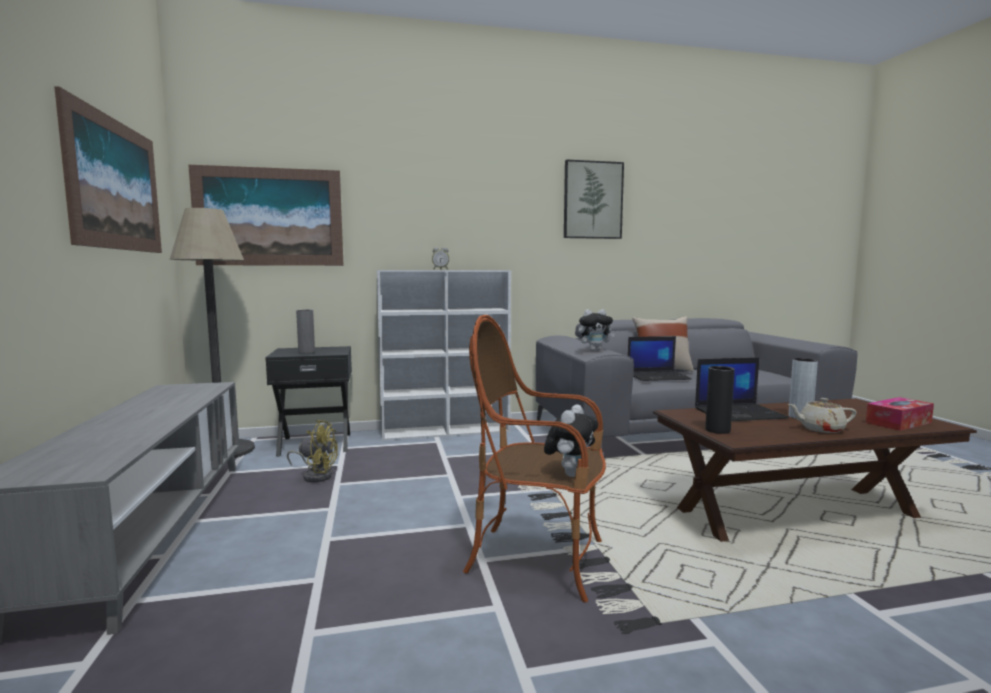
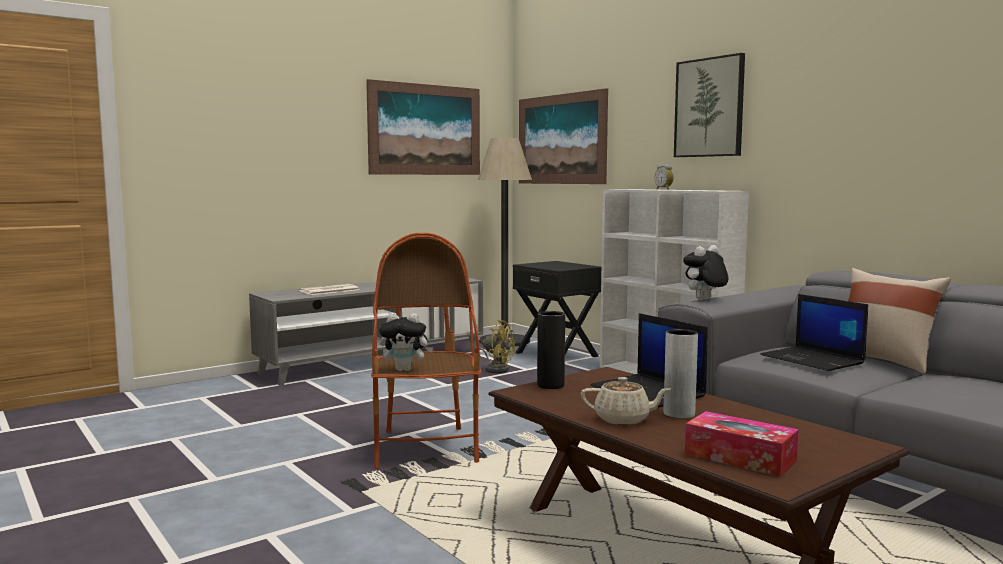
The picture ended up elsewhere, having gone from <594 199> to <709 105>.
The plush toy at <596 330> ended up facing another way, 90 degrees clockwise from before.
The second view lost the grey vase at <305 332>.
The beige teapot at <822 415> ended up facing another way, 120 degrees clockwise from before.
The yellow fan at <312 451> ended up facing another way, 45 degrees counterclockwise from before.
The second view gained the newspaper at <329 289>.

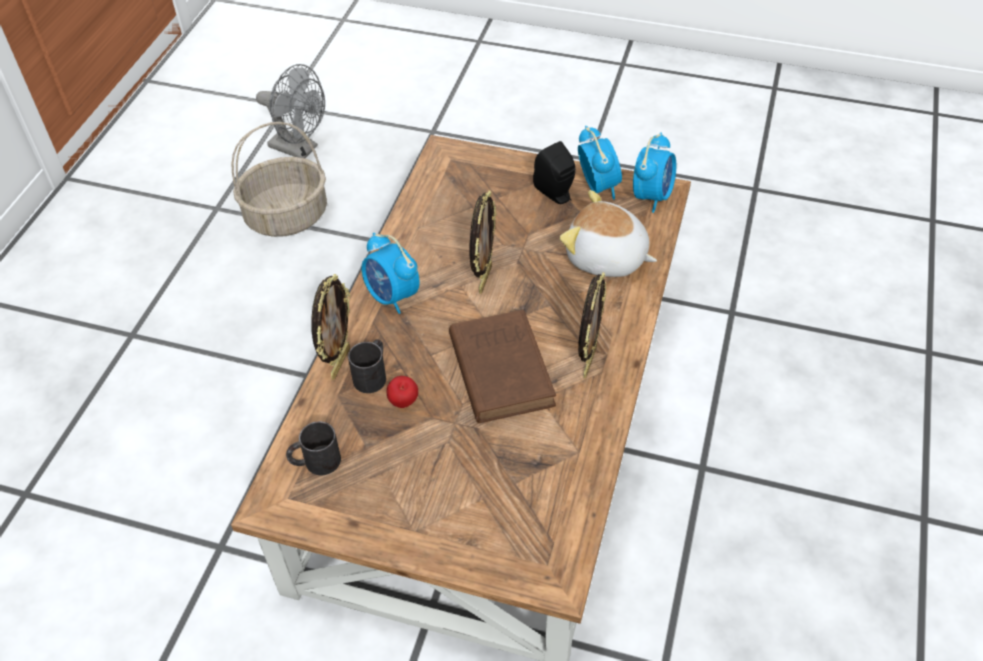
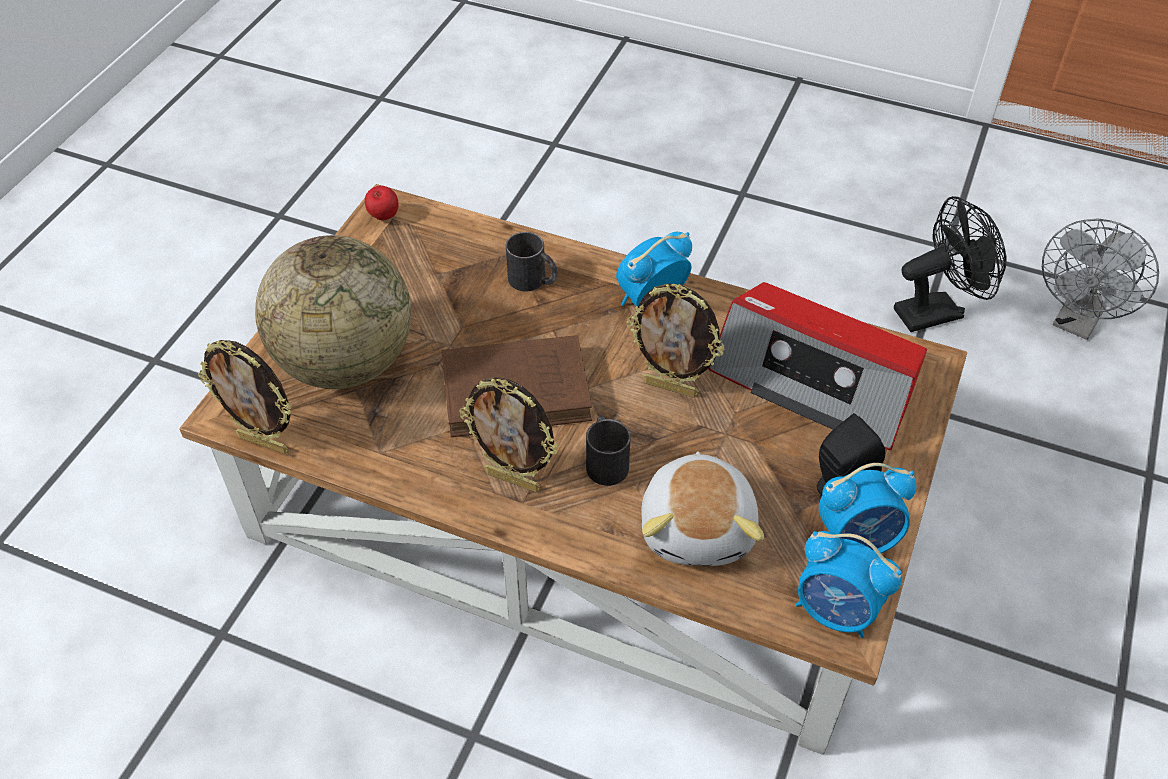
Where the basket stood at <279 179>, the black fan came to stand at <950 264>.
The plush toy at <608 233> ended up facing another way, 150 degrees clockwise from before.
The picture frame ended up elsewhere, having gone from <330 327> to <245 397>.
The apple ended up elsewhere, having gone from <402 392> to <382 203>.
The black mug ended up elsewhere, having gone from <313 448> to <608 450>.
The second view gained the globe at <333 312>.
The second view gained the radio at <817 366>.

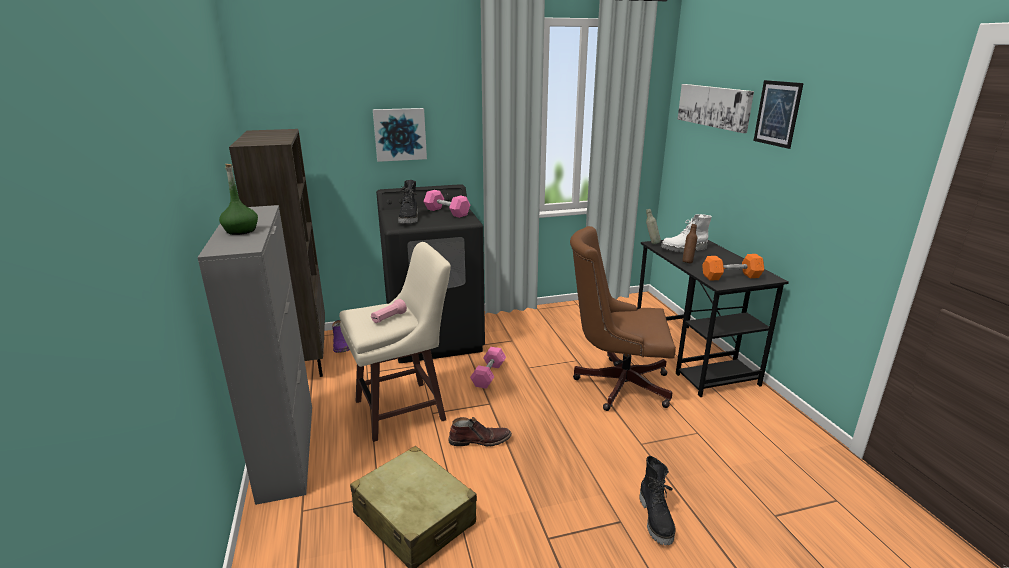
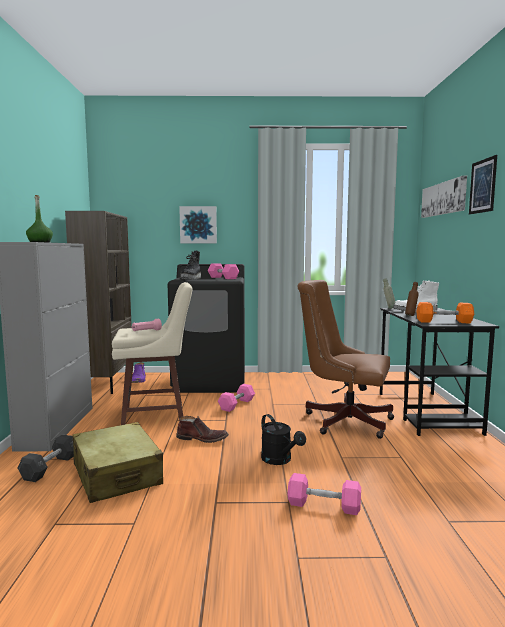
Where the black boot stood at <657 500>, the pink dumbbell came to stand at <324 494>.
The second view gained the black watering can at <283 439>.
The second view gained the grey dumbbell at <46 458>.

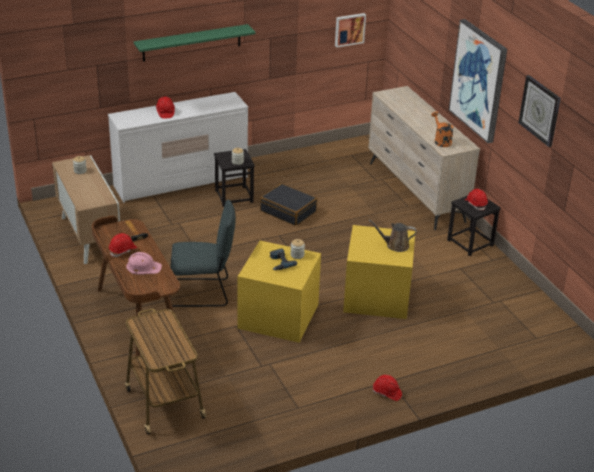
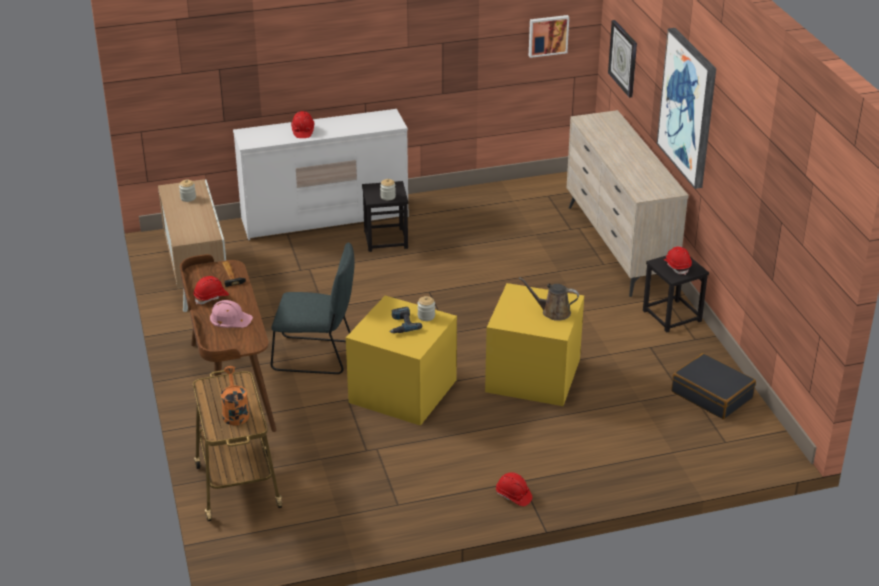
The second view lost the green shelf at <195 43>.
The wall clock ended up elsewhere, having gone from <539 111> to <622 59>.
The orange watering can ended up elsewhere, having gone from <442 129> to <235 396>.
The black suitcase ended up elsewhere, having gone from <288 205> to <713 386>.

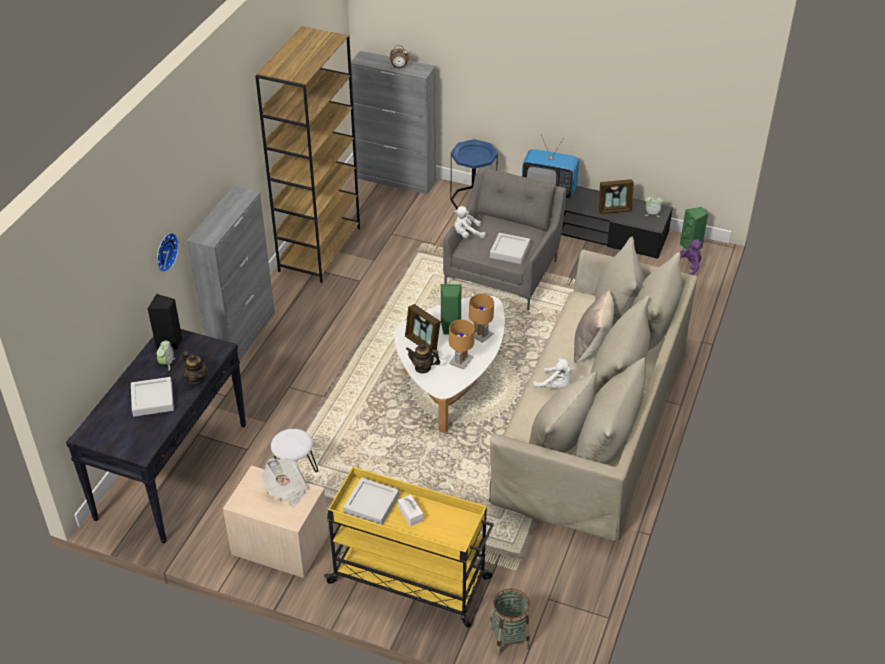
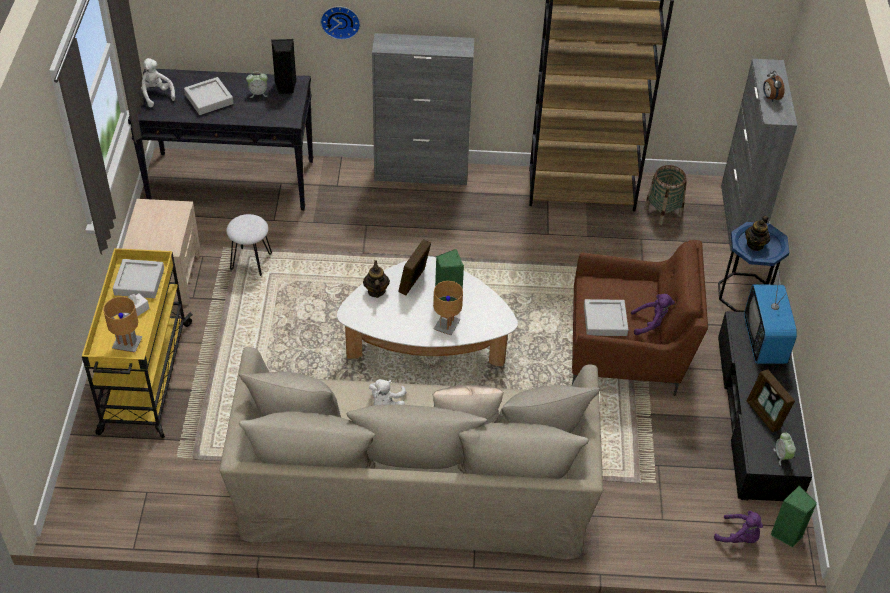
What was the grey armchair at <504 239> turned into the brown armchair at <640 318>.
The white plush toy ended up elsewhere, having gone from <470 222> to <158 82>.
The brown table lamp ended up elsewhere, having gone from <462 345> to <122 325>.
The teapot ended up elsewhere, having gone from <195 368> to <757 233>.
The second view lost the newspaper at <285 482>.
The basket ended up elsewhere, having gone from <509 621> to <665 195>.
The second view gained the purple plush toy at <653 314>.

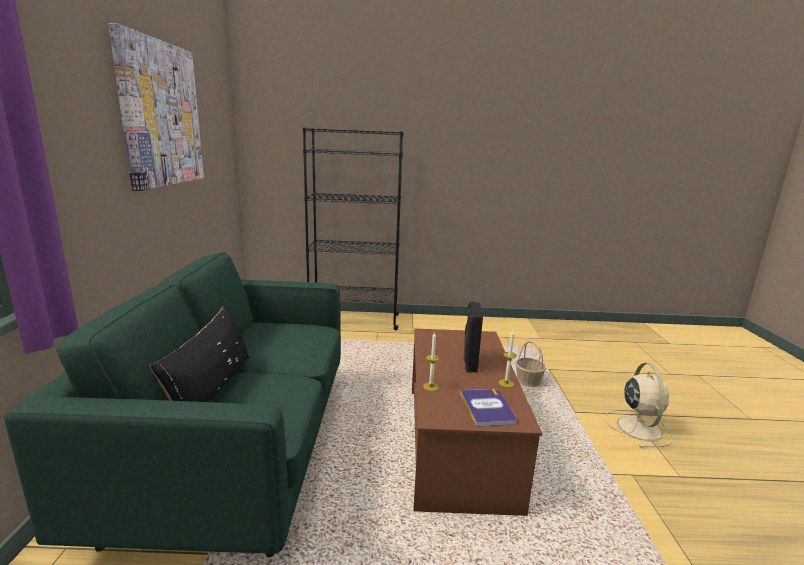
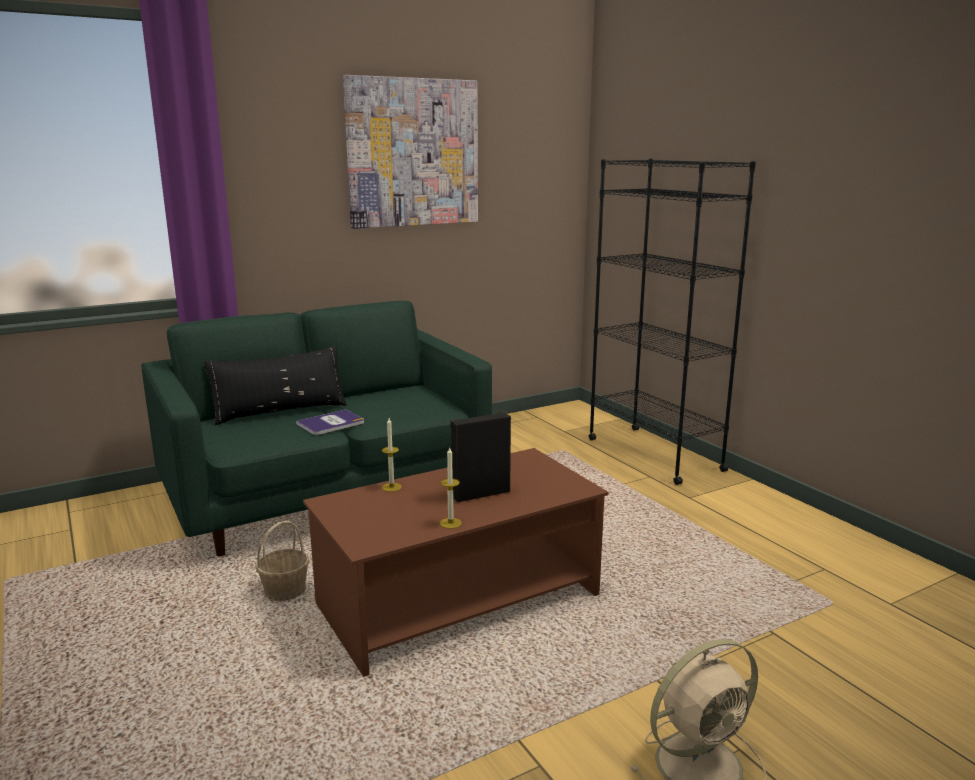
The basket ended up elsewhere, having gone from <531 364> to <282 561>.
The book ended up elsewhere, having gone from <488 408> to <330 422>.

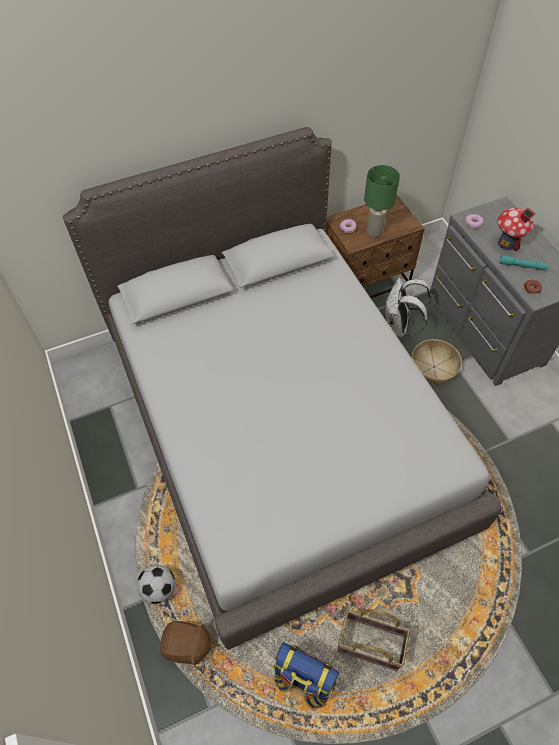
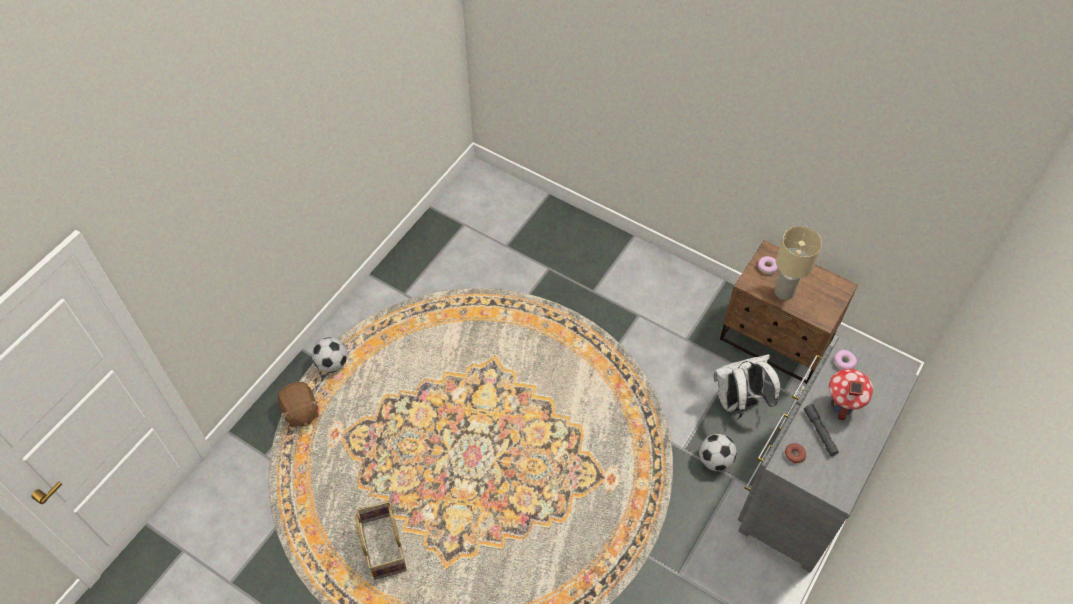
The second view lost the grey bed at <282 388>.
What was the green table lamp at <382 201> turned into the beige table lamp at <798 263>.
What was the turquoise flashlight at <523 263> turned into the grey flashlight at <821 430>.
Where the basket stood at <437 362>, the football came to stand at <717 452>.
The second view lost the backpack at <306 675>.

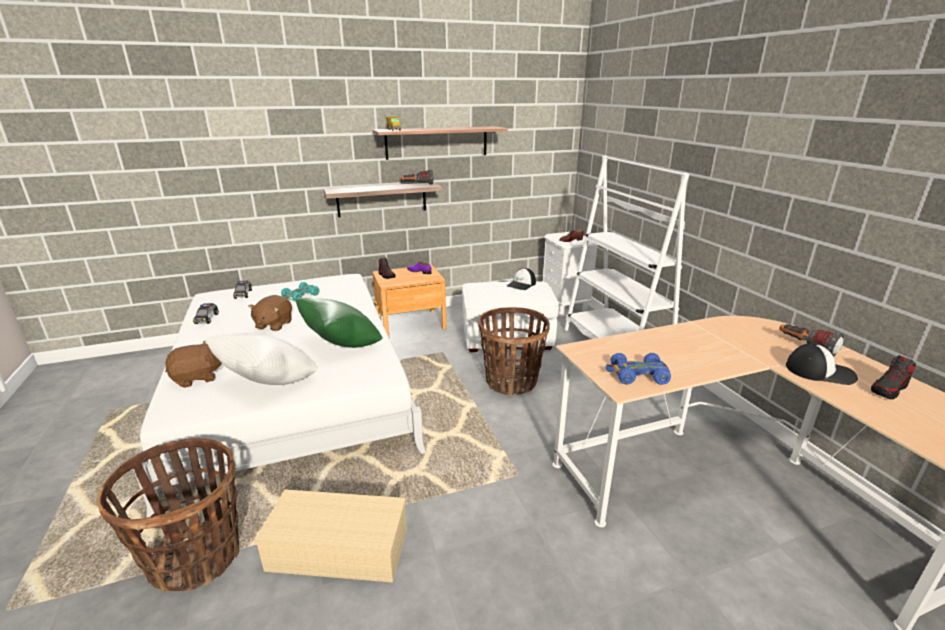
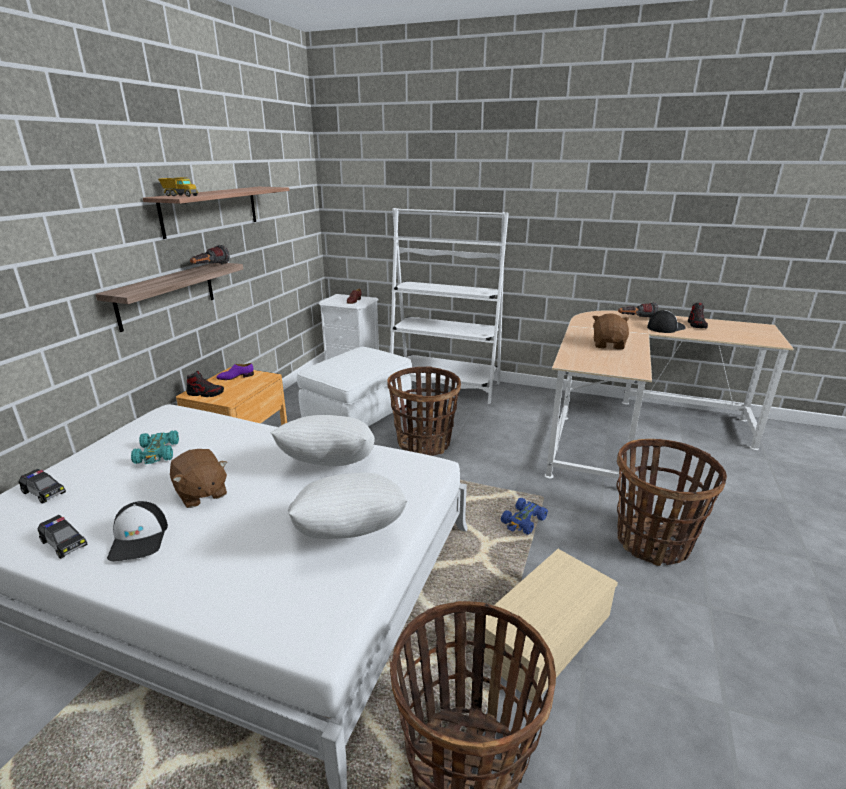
The cap ended up elsewhere, having gone from <521 279> to <137 531>.
What was the green pillow at <339 323> turned into the white pillow at <322 440>.
The brown plush toy ended up elsewhere, having gone from <193 364> to <611 331>.
The blue toy car ended up elsewhere, having gone from <638 369> to <524 516>.
The second view gained the basket at <671 502>.

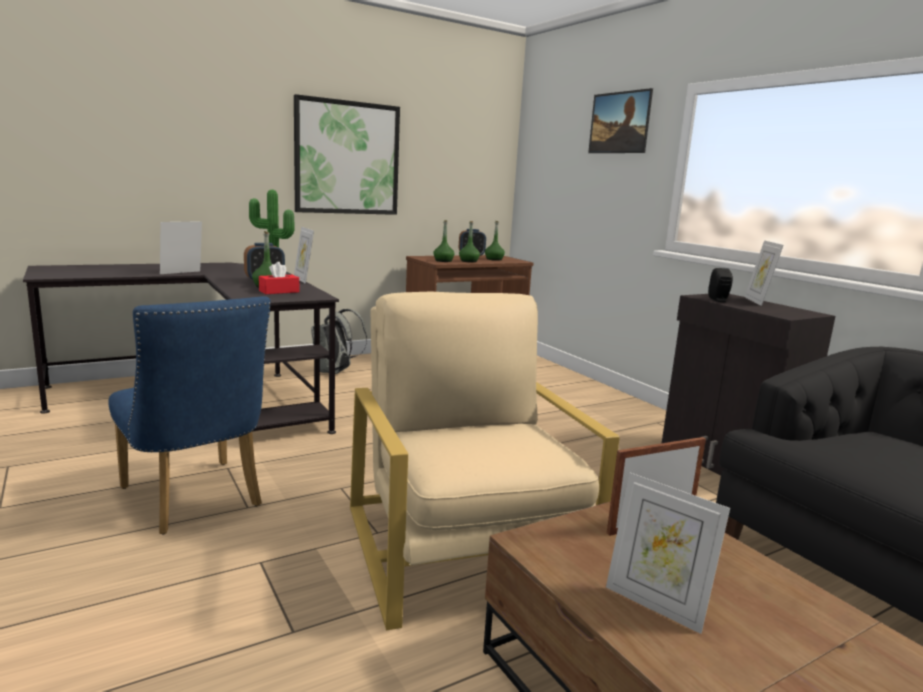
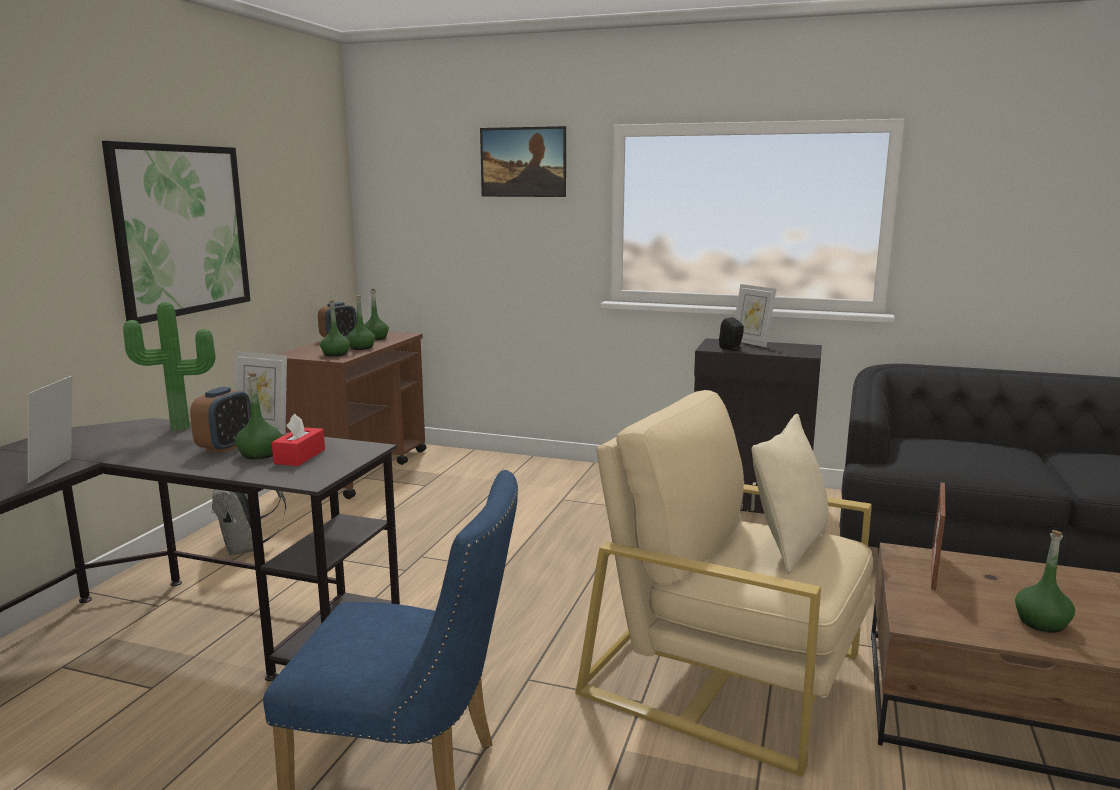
Where the picture frame stood at <668 553>, the green bottle came to stand at <1045 581>.
The second view gained the beige pillow at <790 494>.

